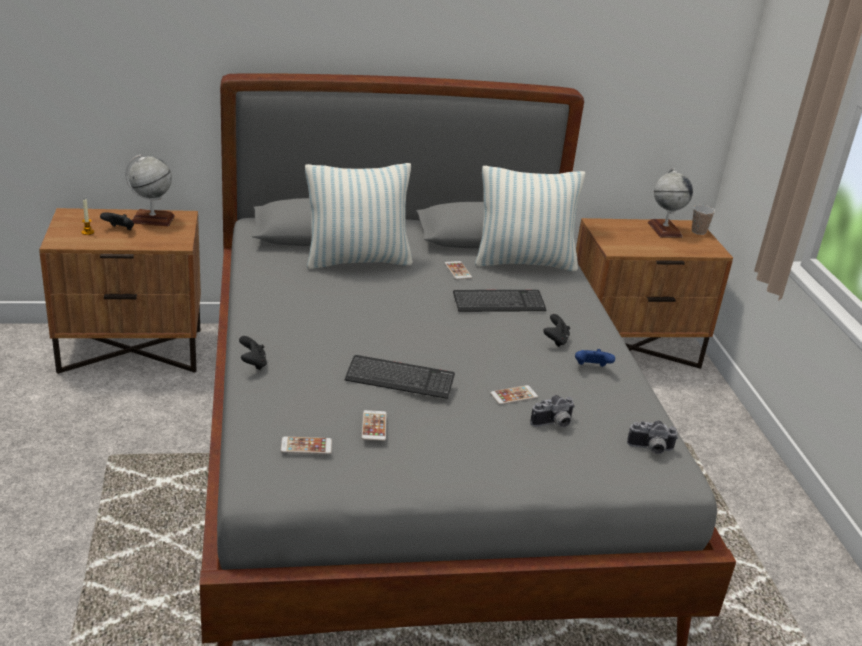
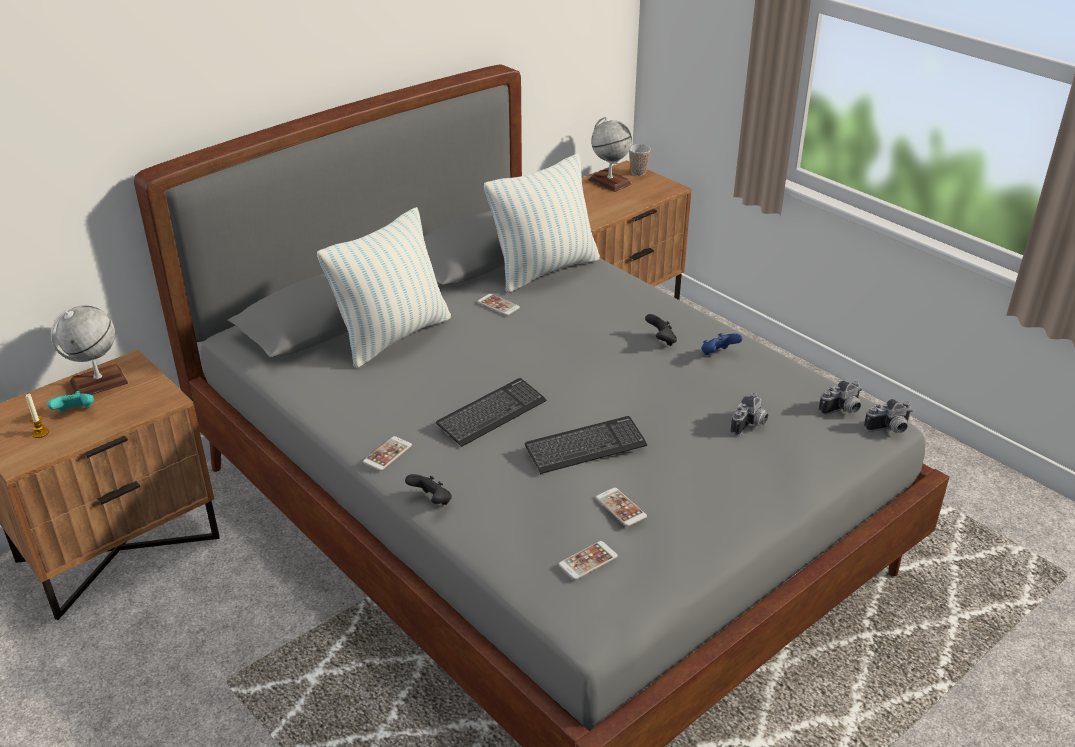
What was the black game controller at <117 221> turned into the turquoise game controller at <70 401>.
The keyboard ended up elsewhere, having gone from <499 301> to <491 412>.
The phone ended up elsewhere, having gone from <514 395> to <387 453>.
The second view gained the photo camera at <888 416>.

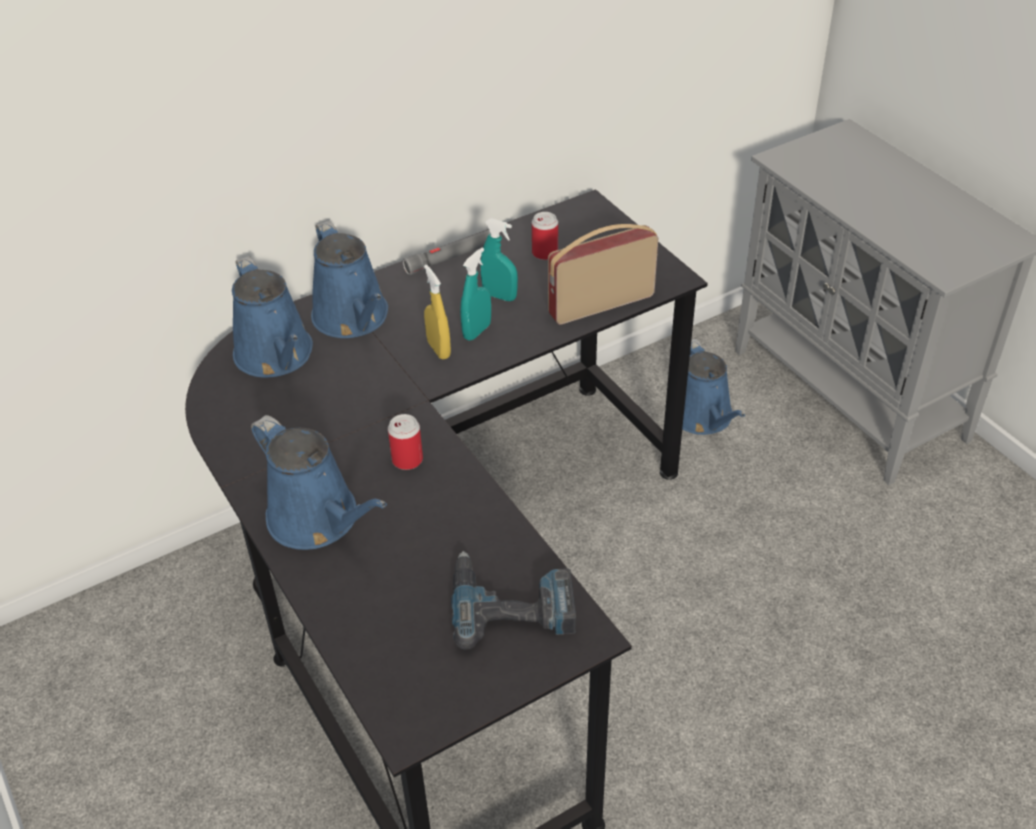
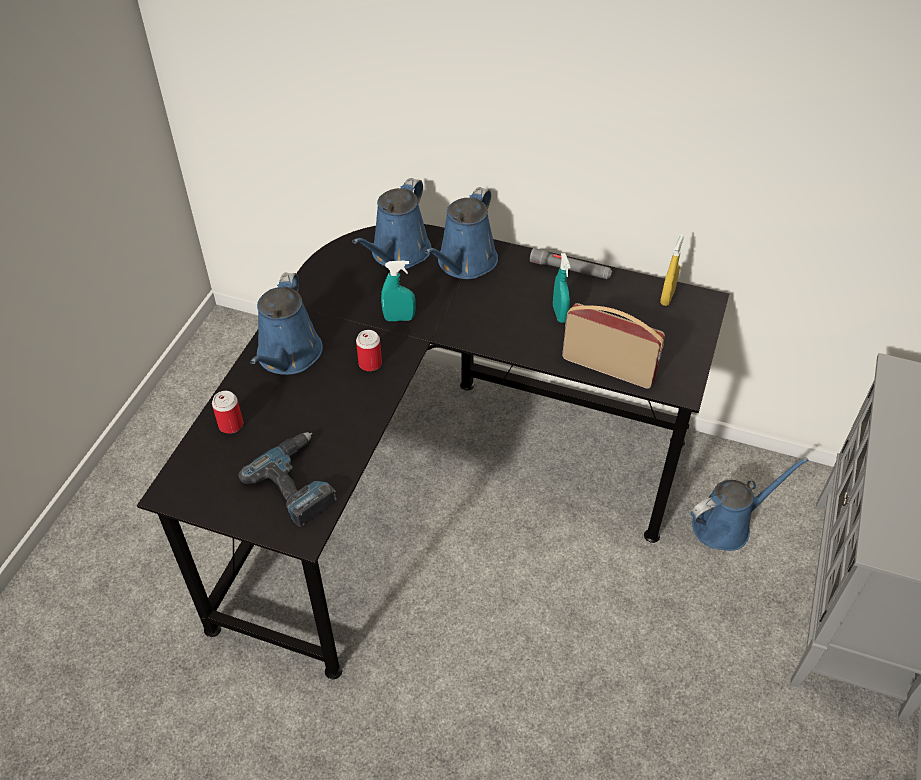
The can ended up elsewhere, having gone from <545 236> to <227 412>.
The turquoise spray bottle ended up elsewhere, having gone from <475 294> to <398 290>.
The yellow spray bottle ended up elsewhere, having gone from <437 312> to <672 269>.
The blue watering can at <713 387> ended up facing another way, 150 degrees counterclockwise from before.

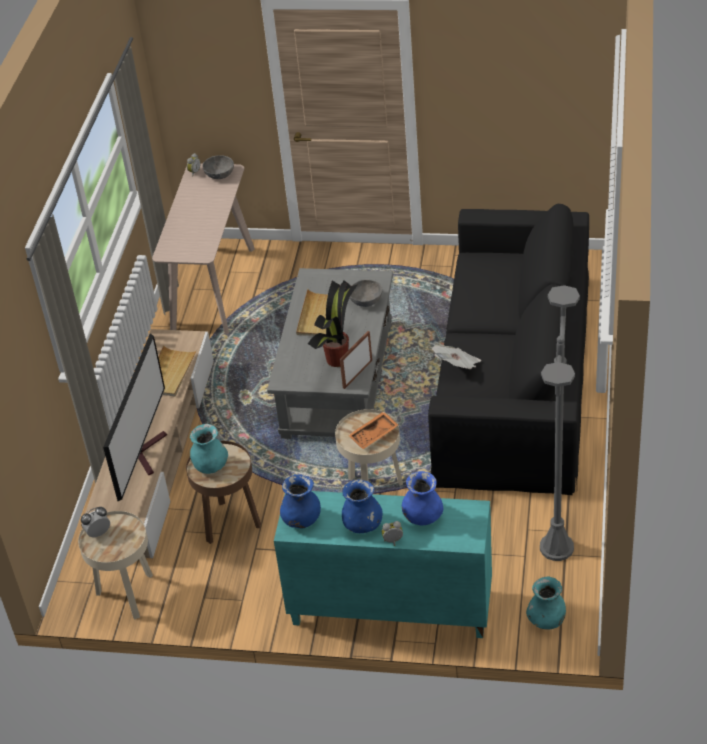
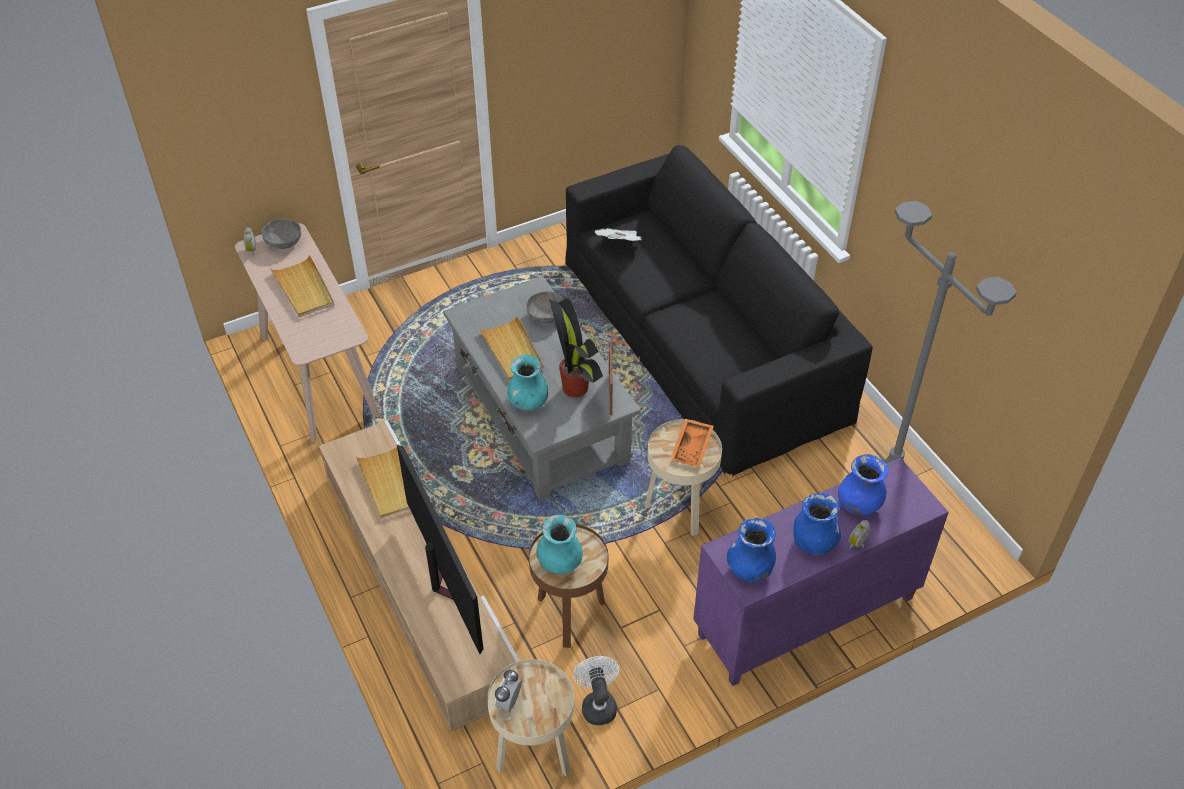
The newspaper ended up elsewhere, having gone from <456 357> to <618 234>.
What was the turquoise cabinet at <383 564> turned into the purple cabinet at <821 572>.
The turquoise vase ended up elsewhere, having gone from <546 603> to <527 382>.
The second view gained the beige tray at <302 286>.
The second view gained the white fan at <596 690>.

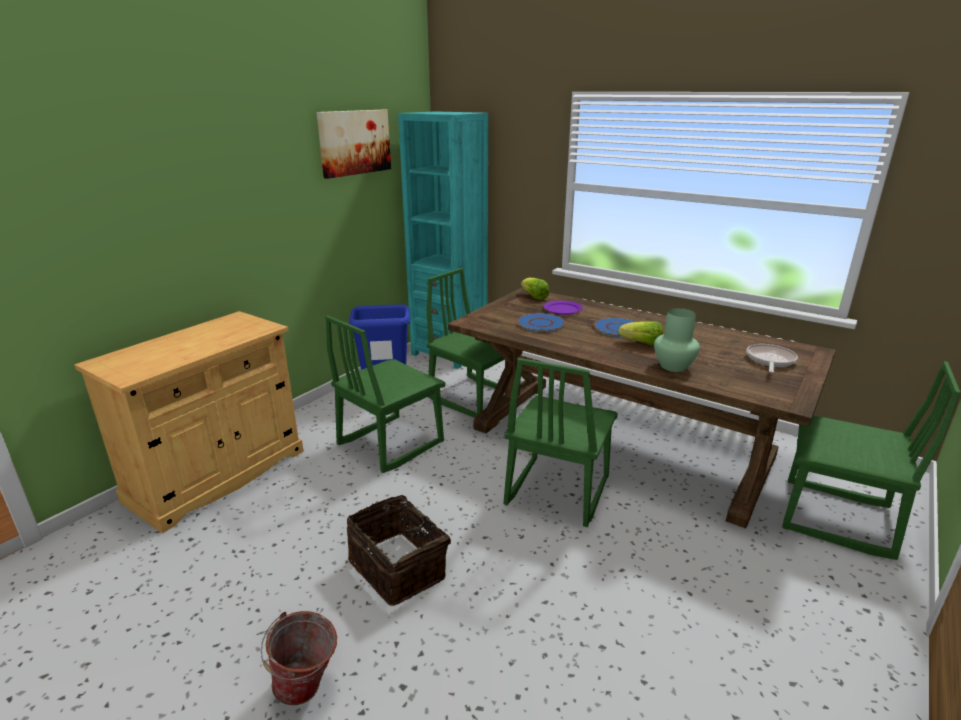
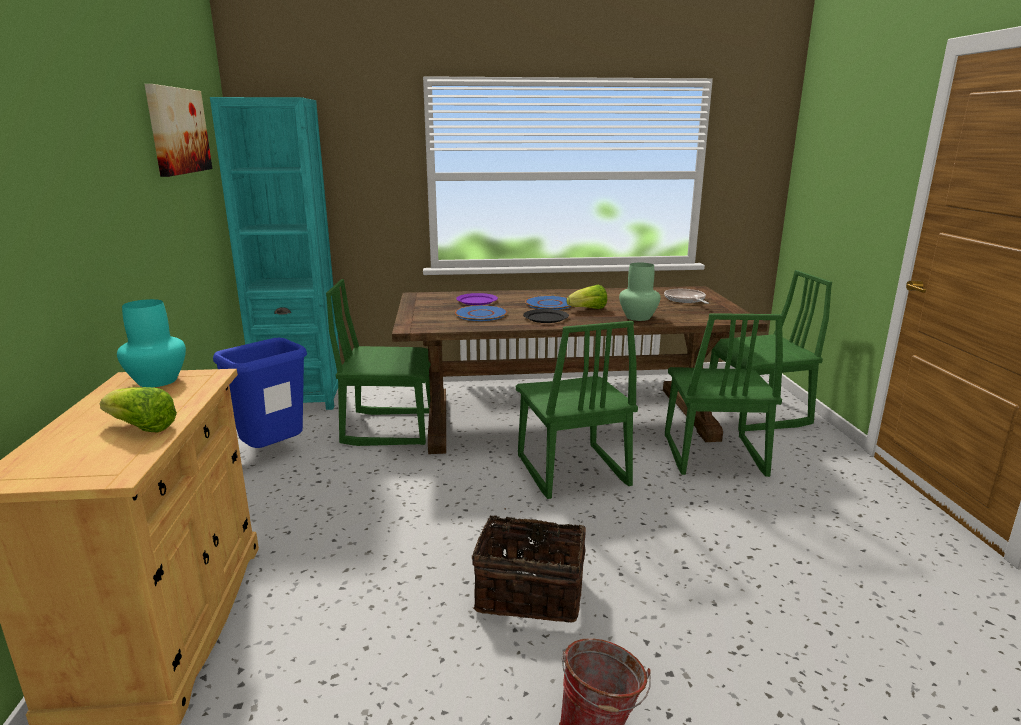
The lettuce ended up elsewhere, having gone from <535 289> to <138 410>.
The green chair ended up elsewhere, having gone from <385 394> to <724 395>.
The second view gained the turquoise vase at <151 343>.
The second view gained the black plate at <546 316>.

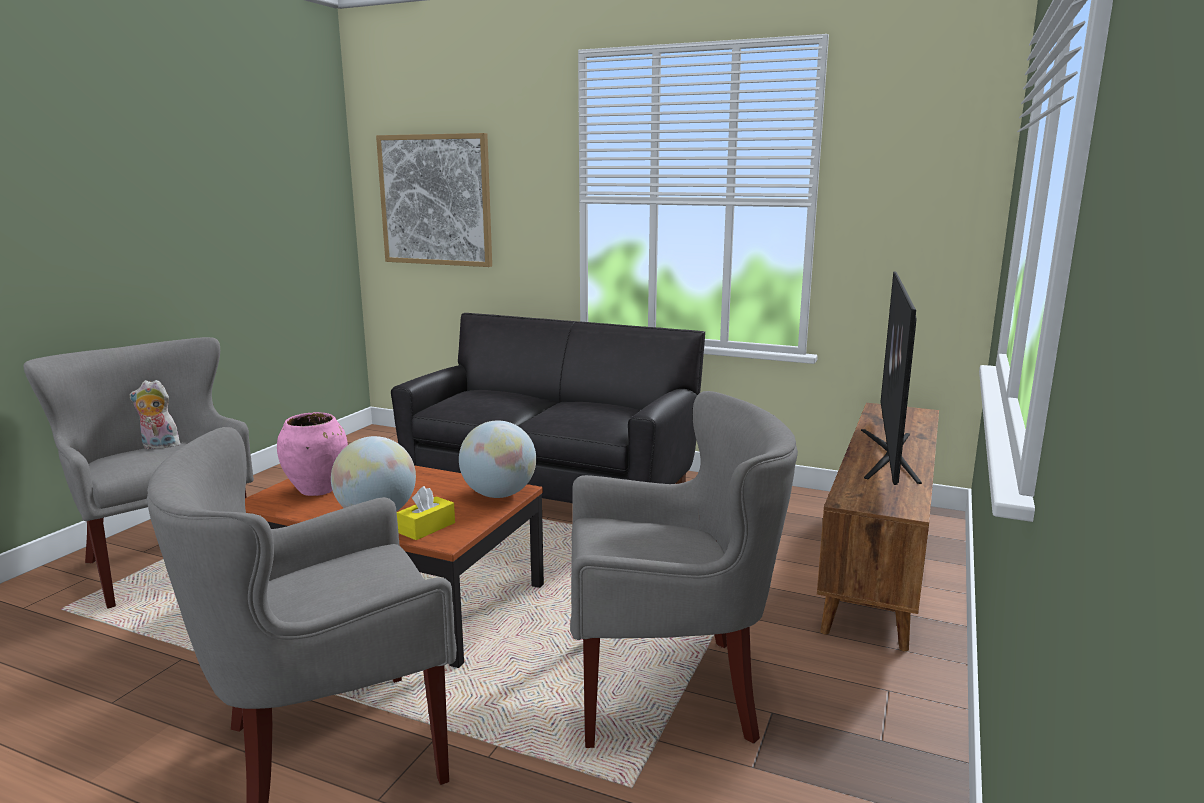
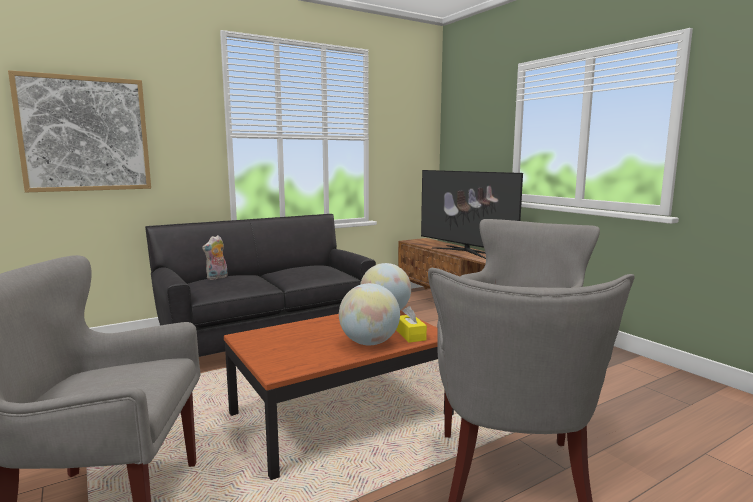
The plush toy ended up elsewhere, having gone from <155 414> to <215 257>.
The second view lost the pink vase at <312 454>.

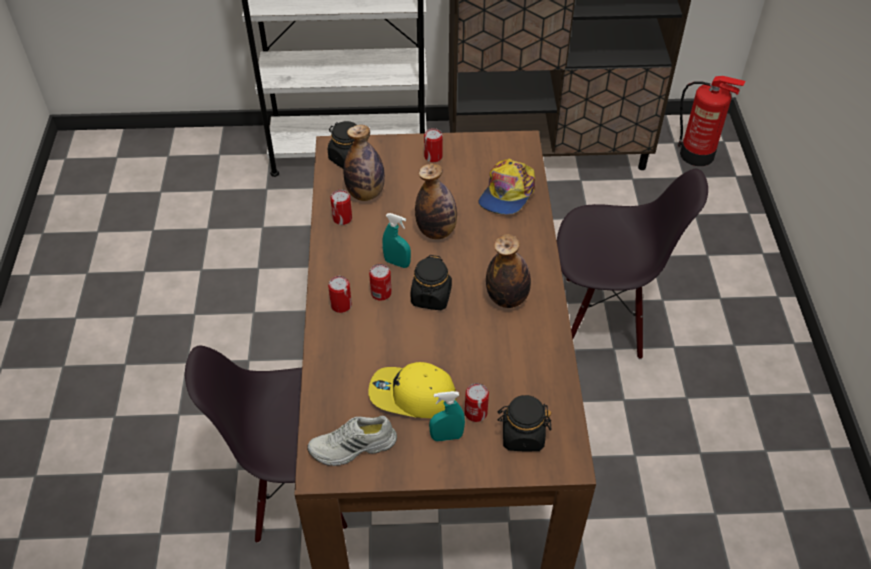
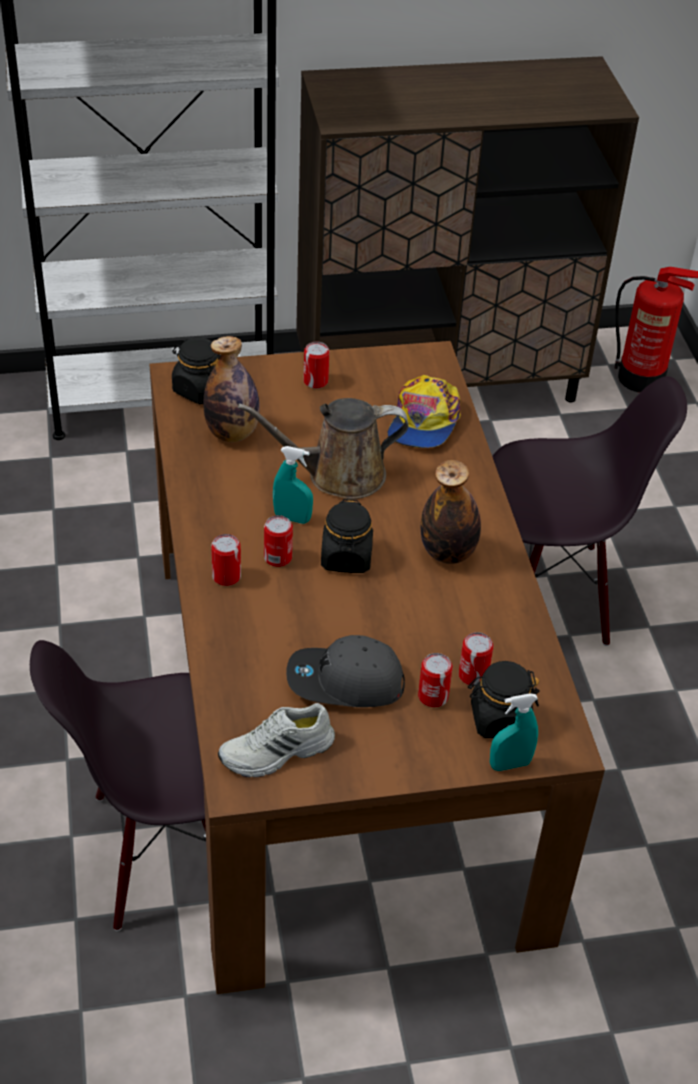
Where the bottle stood at <436 201>, the brown watering can came to stand at <323 448>.
The can ended up elsewhere, having gone from <341 207> to <476 658>.
What was the yellow cap at <412 390> turned into the grey cap at <345 671>.
The turquoise spray bottle ended up elsewhere, having gone from <447 416> to <514 732>.

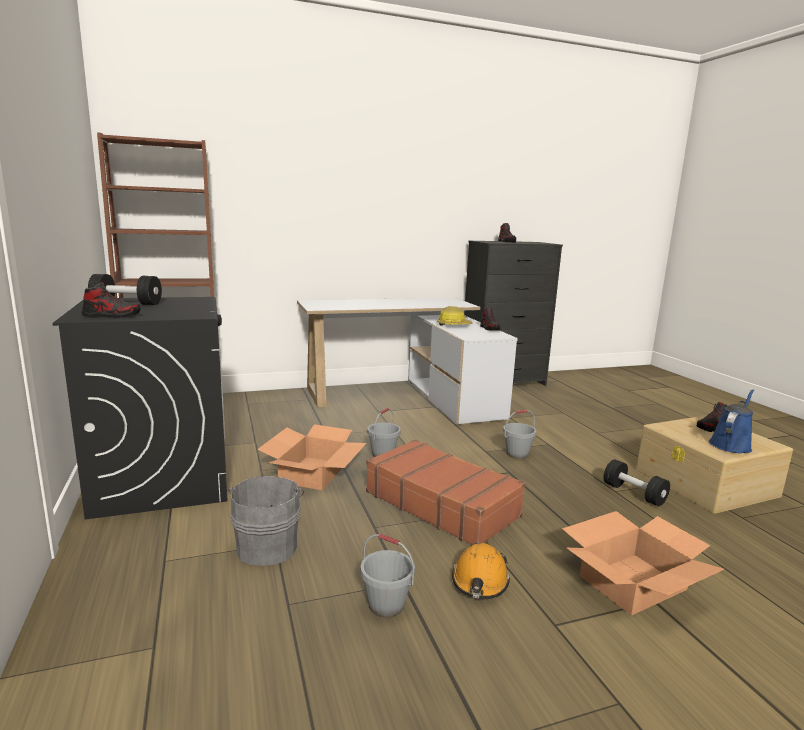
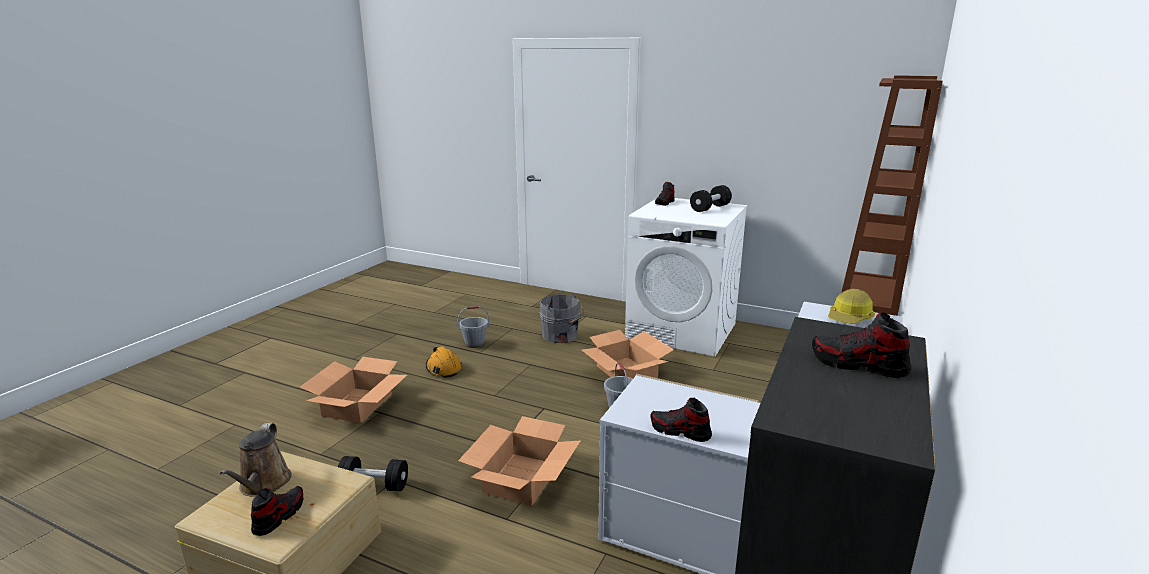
What was the black washing machine at <139 408> turned into the white washing machine at <686 277>.
The hard hat ended up elsewhere, having gone from <455 316> to <851 306>.
What was the blue watering can at <731 421> turned into the brown watering can at <256 460>.
Where the grey bucket stood at <519 434>, the cardboard box came to stand at <519 461>.
The second view lost the brown suitcase at <446 492>.

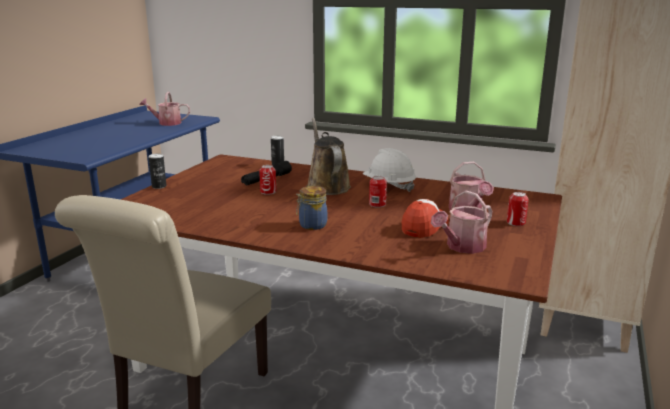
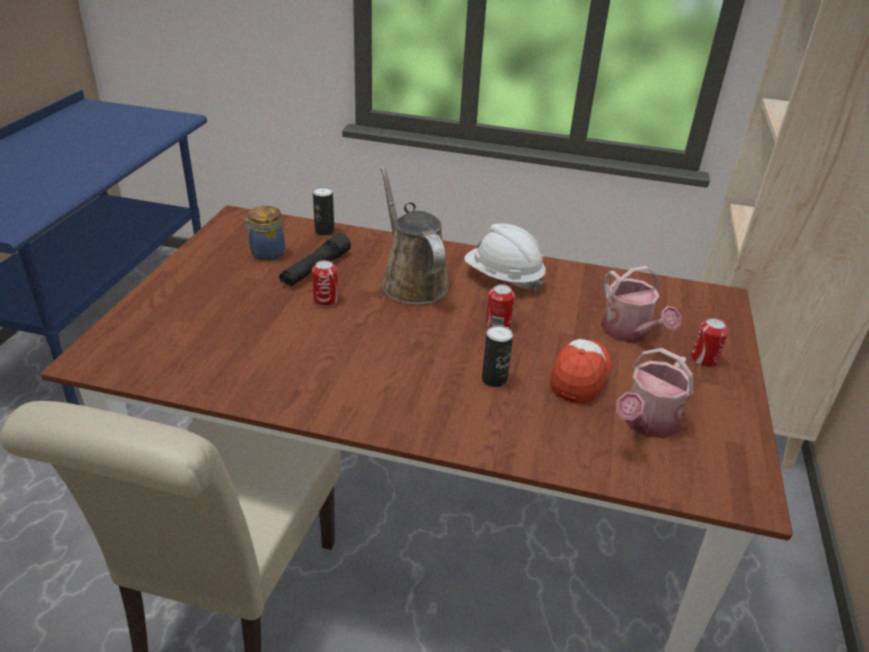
The second view lost the watering can at <164 109>.
The can ended up elsewhere, having gone from <158 171> to <497 356>.
The jar ended up elsewhere, having gone from <311 208> to <264 233>.

